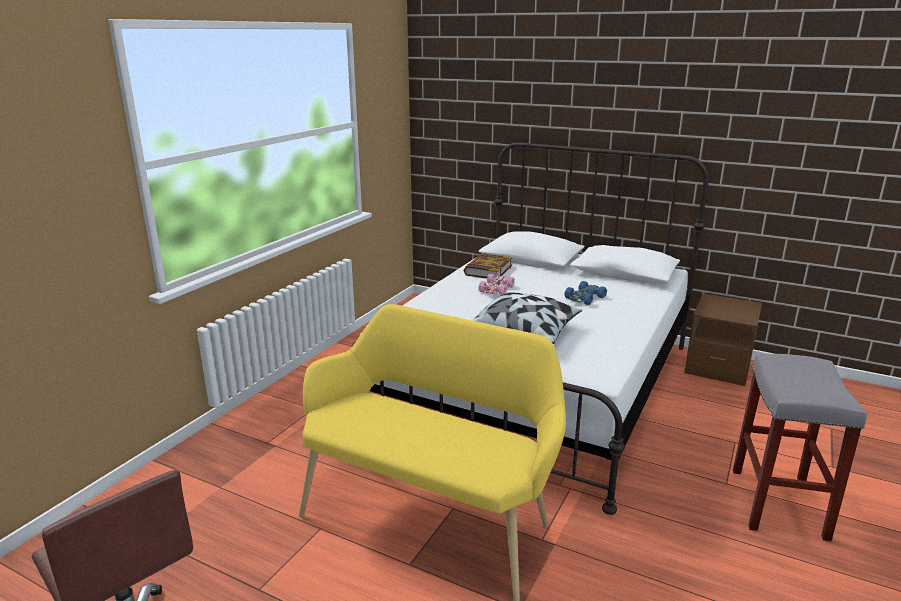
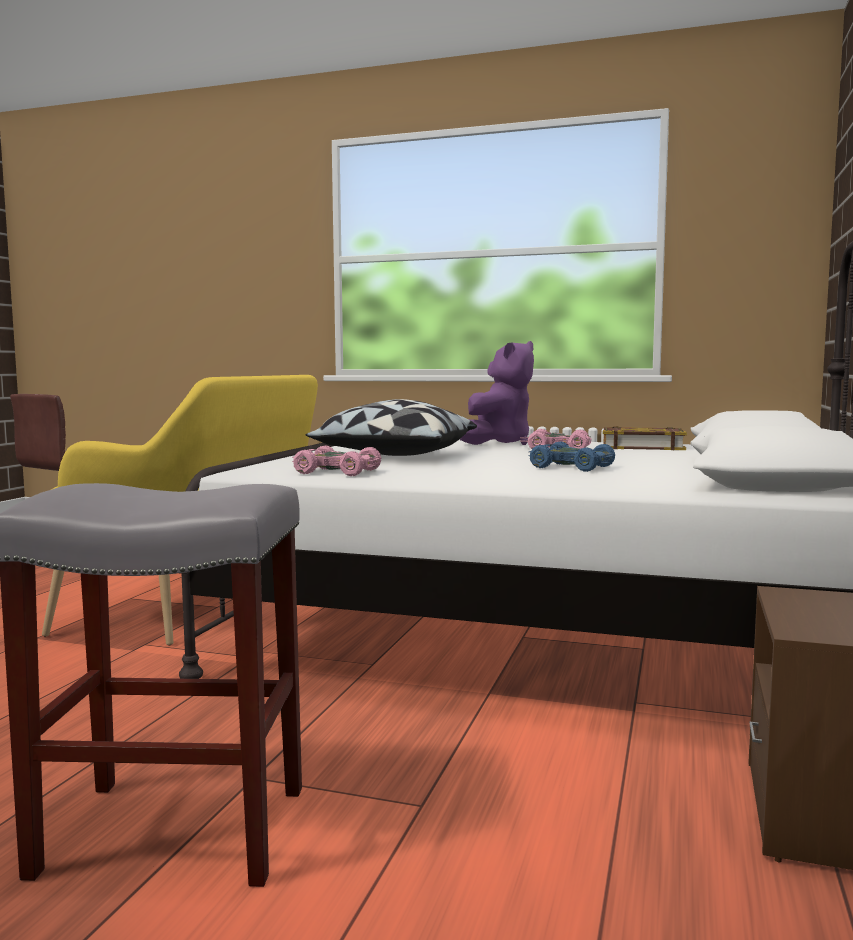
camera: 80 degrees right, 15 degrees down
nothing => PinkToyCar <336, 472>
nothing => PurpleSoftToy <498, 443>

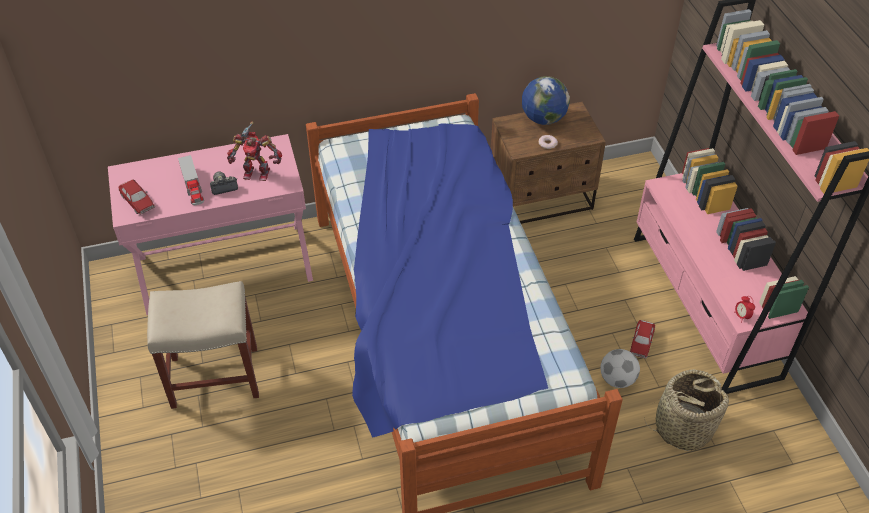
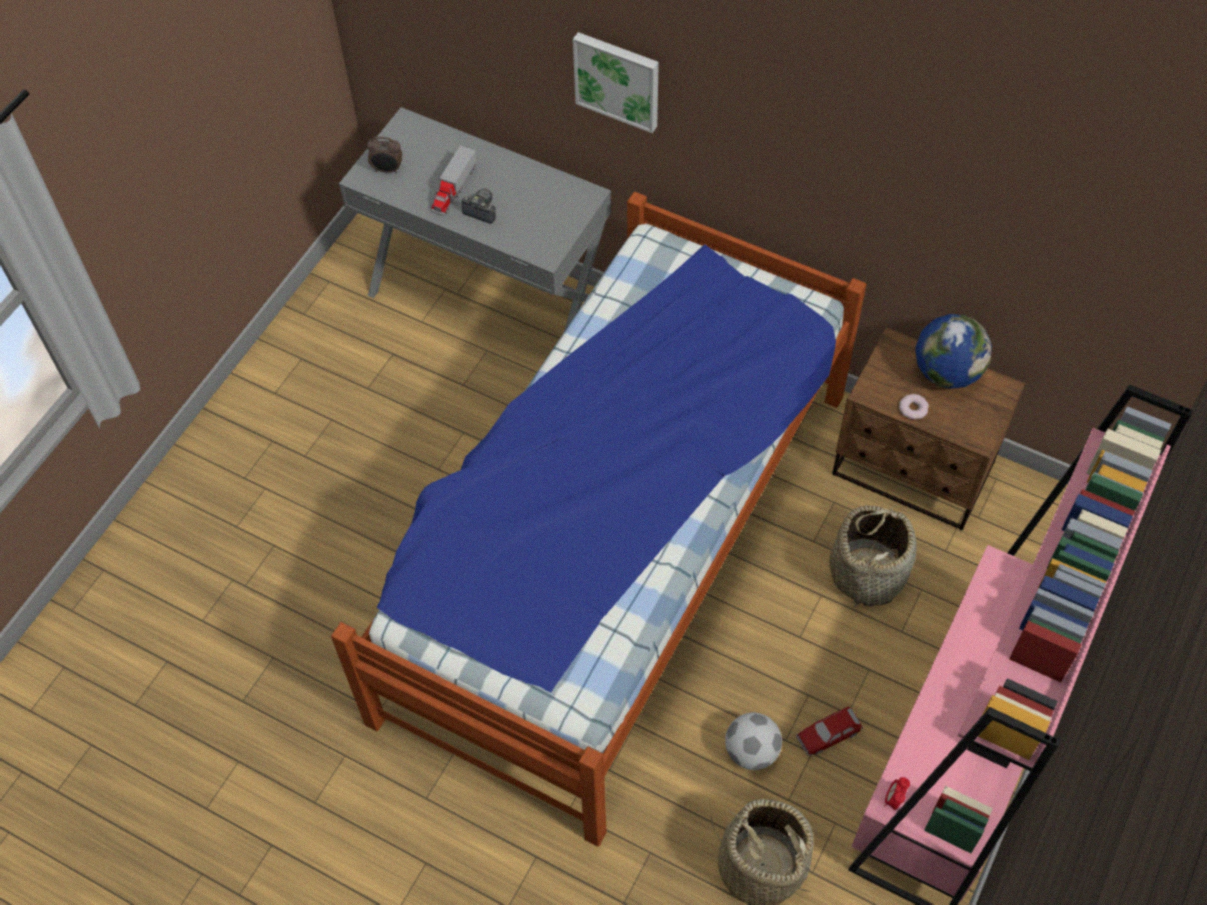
camera: 45 degrees right, 10 degrees up
SandColouredStoolSeat <213, 377> => nothing
ModelRobot <257, 172> => nothing
nothing => WallArt <618, 79>
nothing => HouseholdBasket <868, 573>
ToyCar <138, 201> => TableClock <387, 170>
PinkDesk <225, 267> => GreyishDesk <489, 296>

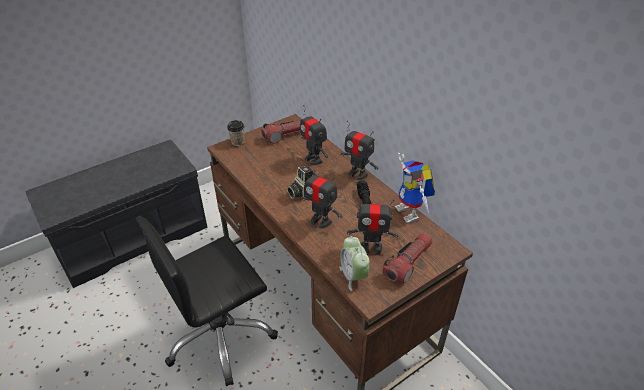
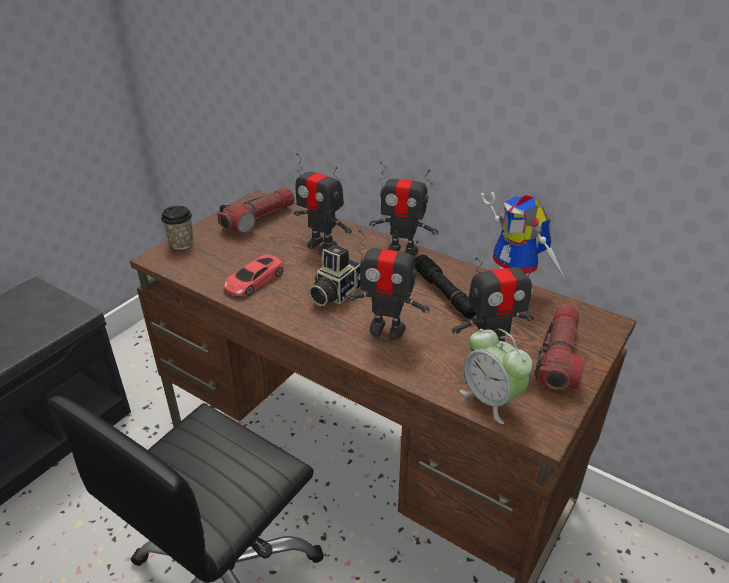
camera: 20 degrees left, 5 degrees down
nothing => RedColouredToyCar <254, 280>

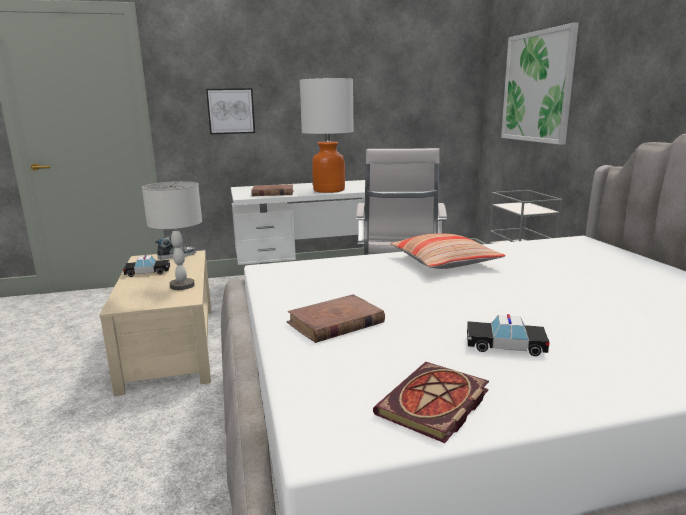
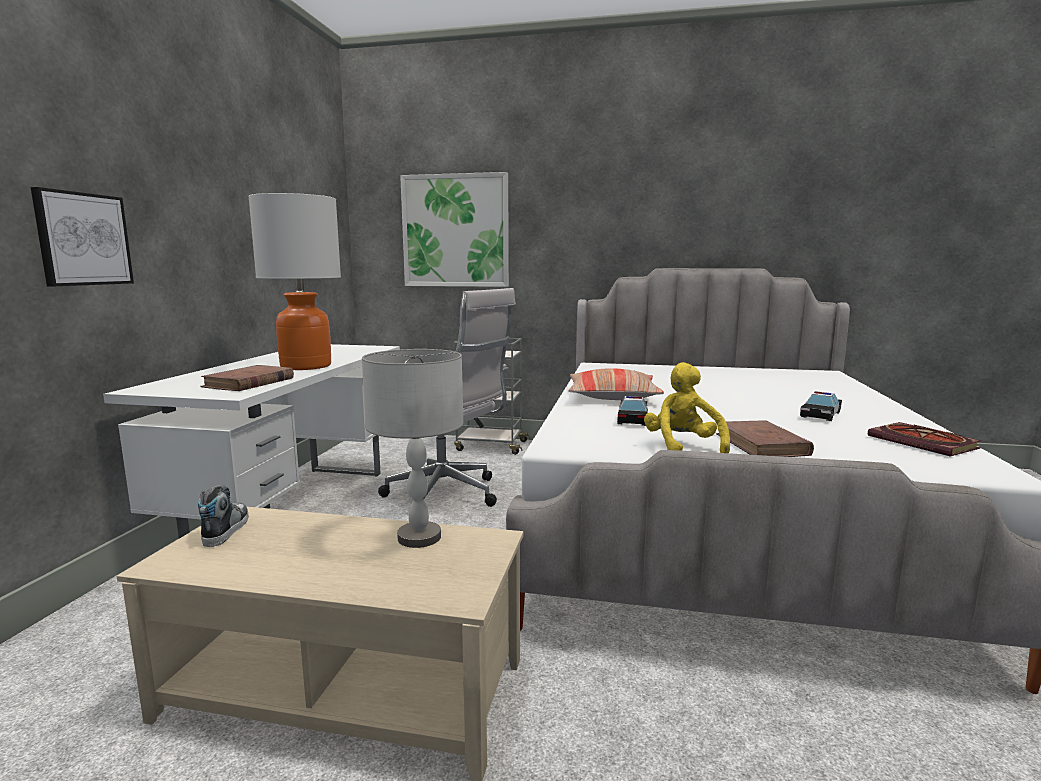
camera: 65 degrees left, 5 degrees down
nothing => YellowishSoftToy <683, 447>
ToyCar <147, 272> => ToyCar <632, 419>, move

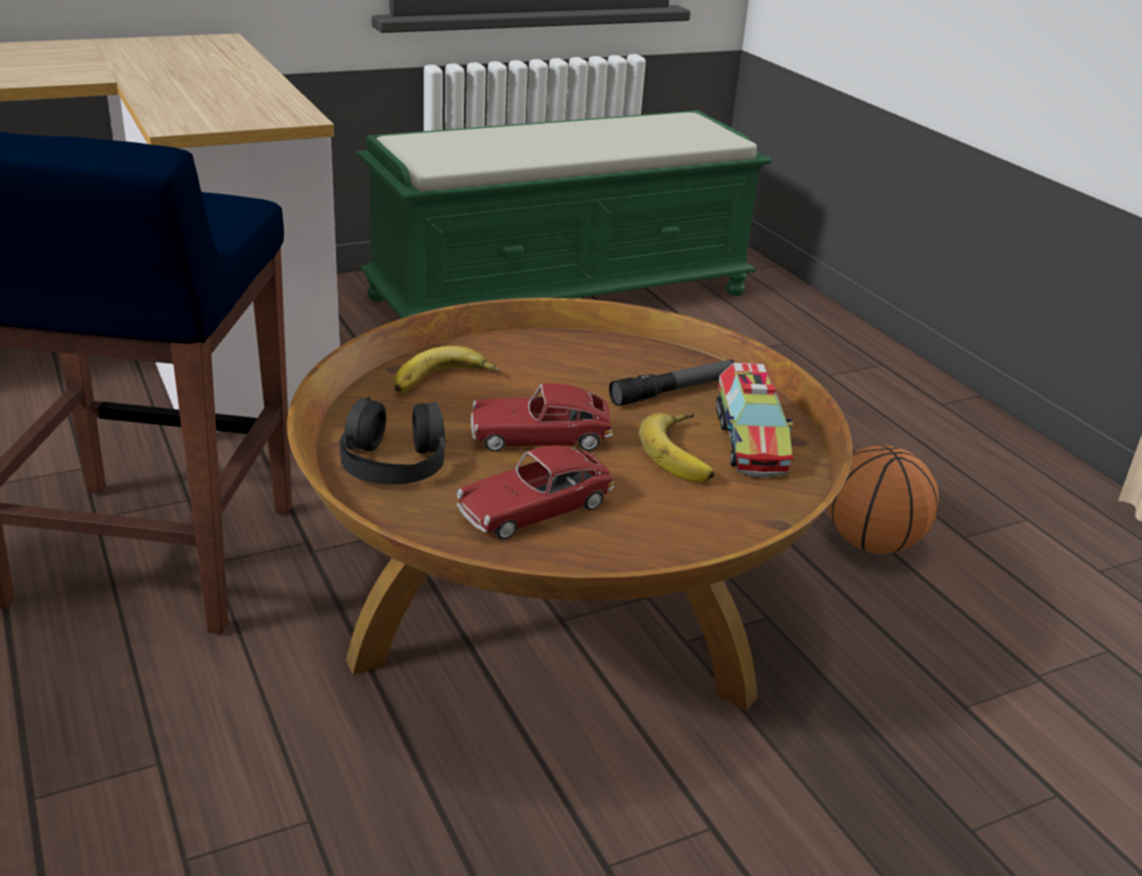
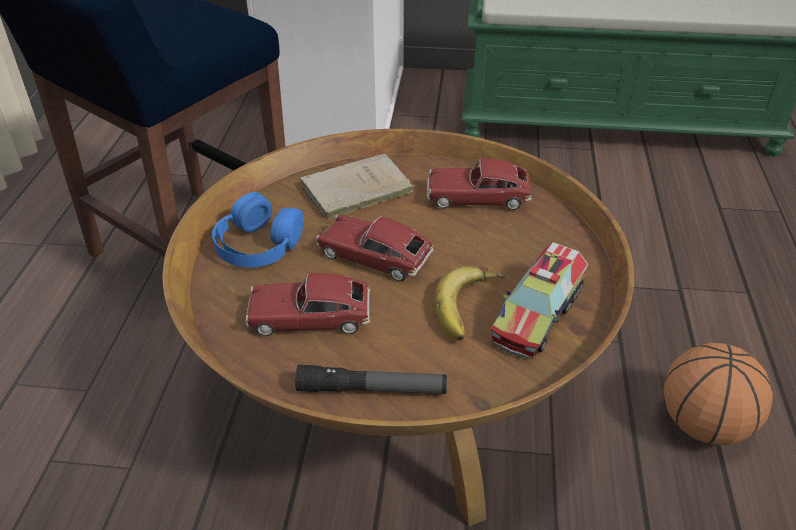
camera: 35 degrees right, 10 degrees up
nothing => ToyCar <477, 197>
Flashlight <674, 391> => Flashlight <372, 389>, move
Banana <444, 382> => SandColouredVolume <353, 190>
BlackishHeadphones <394, 460> => BluishHeadphones <258, 244>

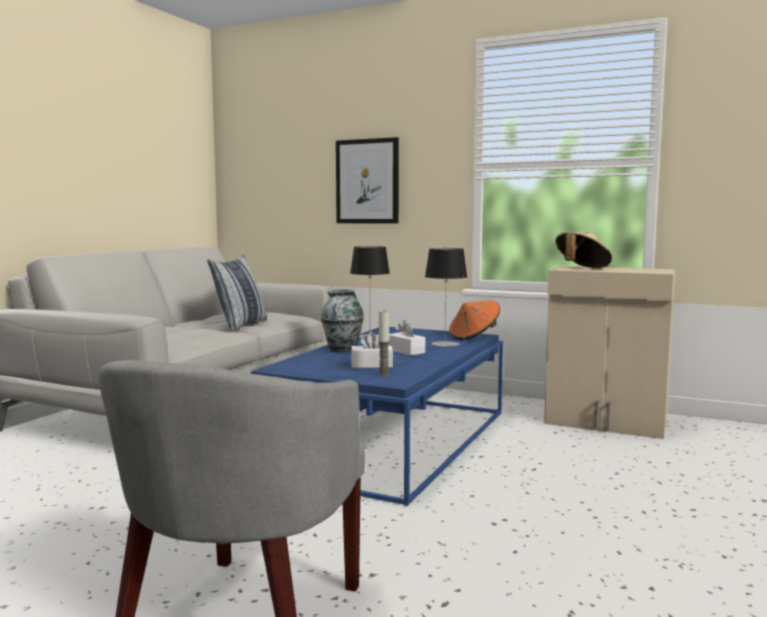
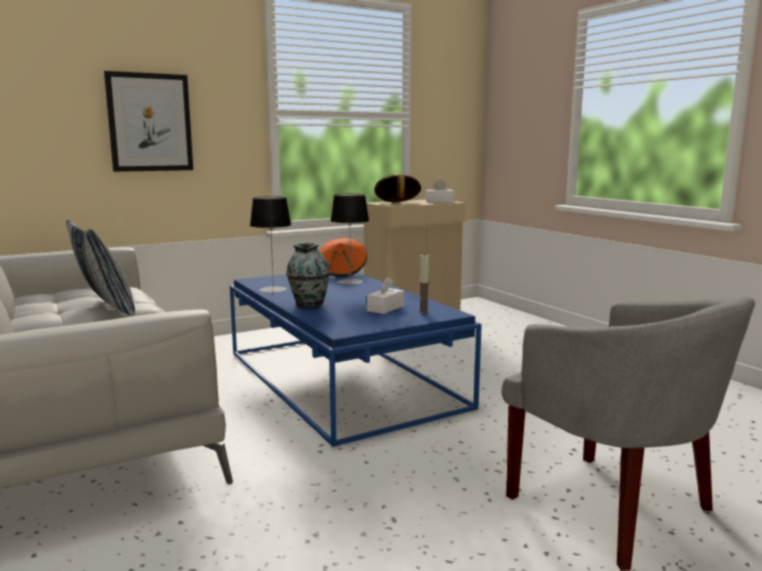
camera: 55 degrees left, 5 degrees up
WhiteBoxOfTissues <405, 351> => WhiteBoxOfTissues <439, 201>, move

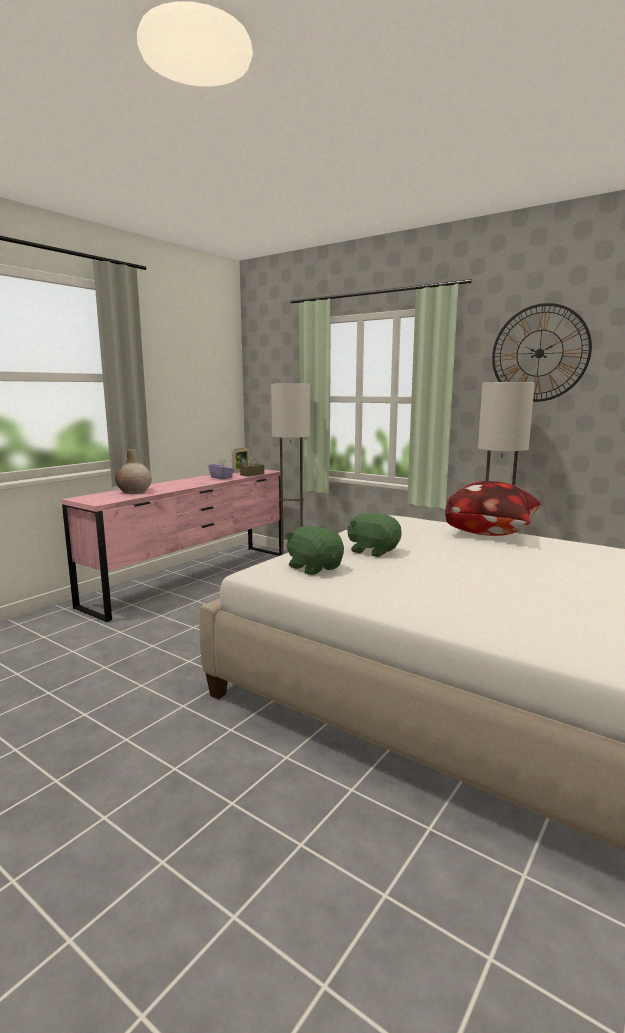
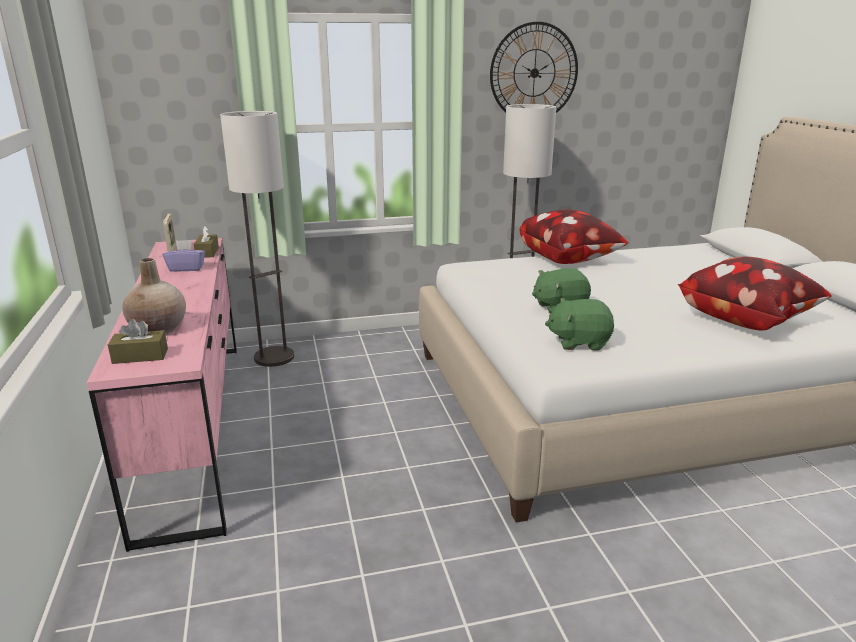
camera: 50 degrees left, 10 degrees up
nothing => BrownColouredBoxOfTissues <140, 356>
nothing => Pillow <745, 320>

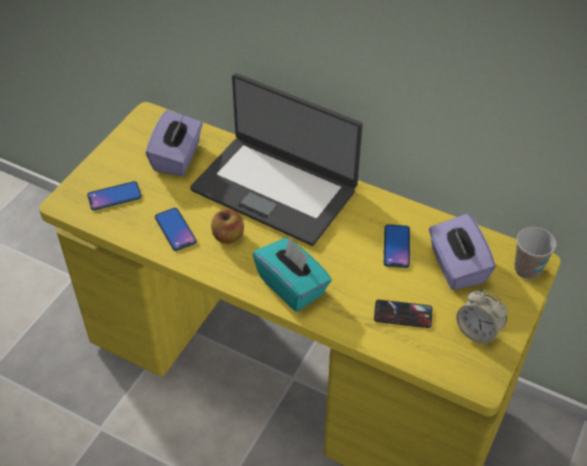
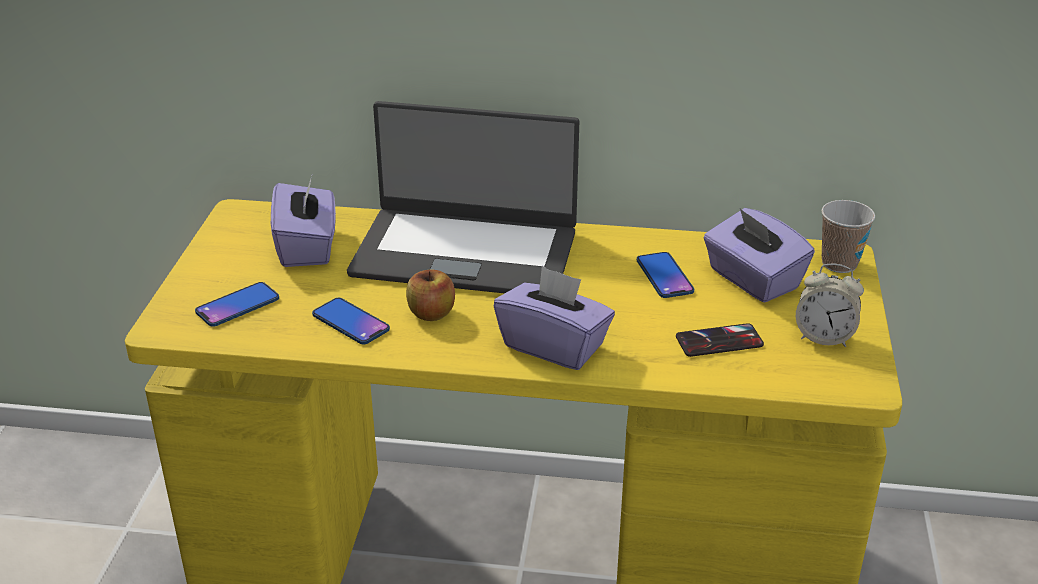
camera: 20 degrees left, 15 degrees down
TurquoiseBoxOfTissues <292, 286> => PurpleBoxOfTissues <554, 346>

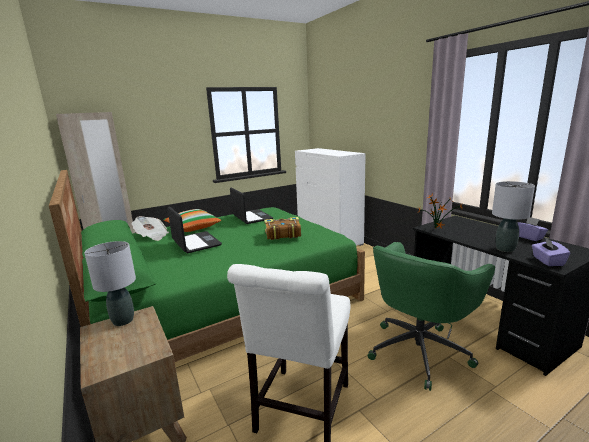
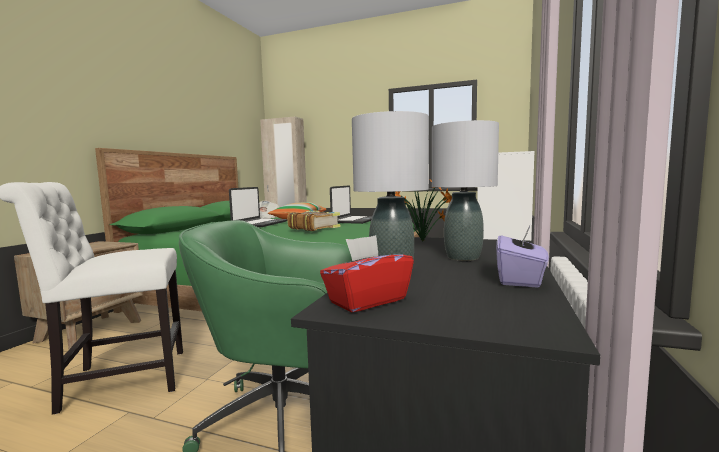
camera: 50 degrees right, 10 degrees down
GreyishTabletopLamp <123, 320> => GreyishTabletopLamp <462, 257>, move
PurpleBoxOfTissues <547, 261> => RedColouredBoxOfTissues <367, 301>

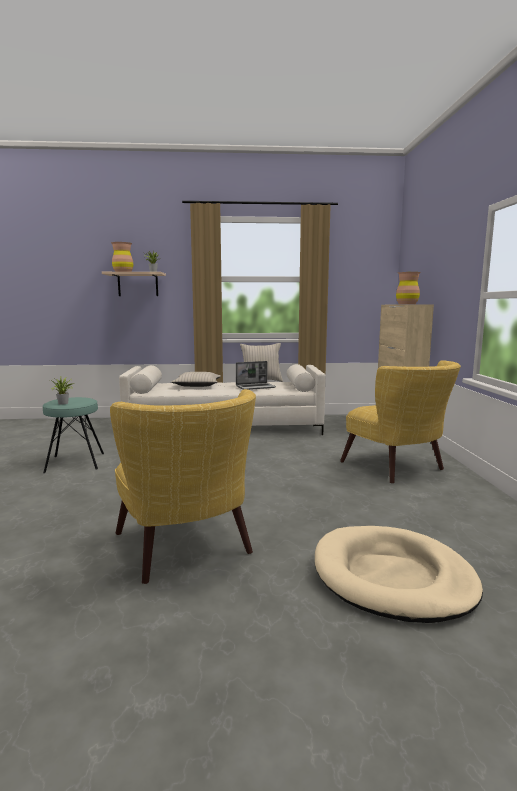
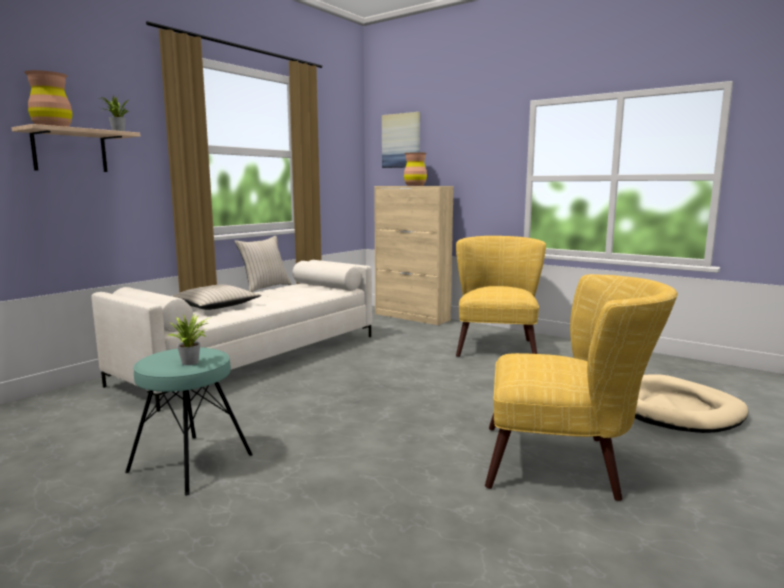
camera: 50 degrees left, 0 degrees up
NotebookComputer <256, 387> => nothing
nothing => WallArt <401, 141>
YellowishArmchair <399, 469> => YellowishArmchair <496, 345>, 90 degrees counterclockwise

